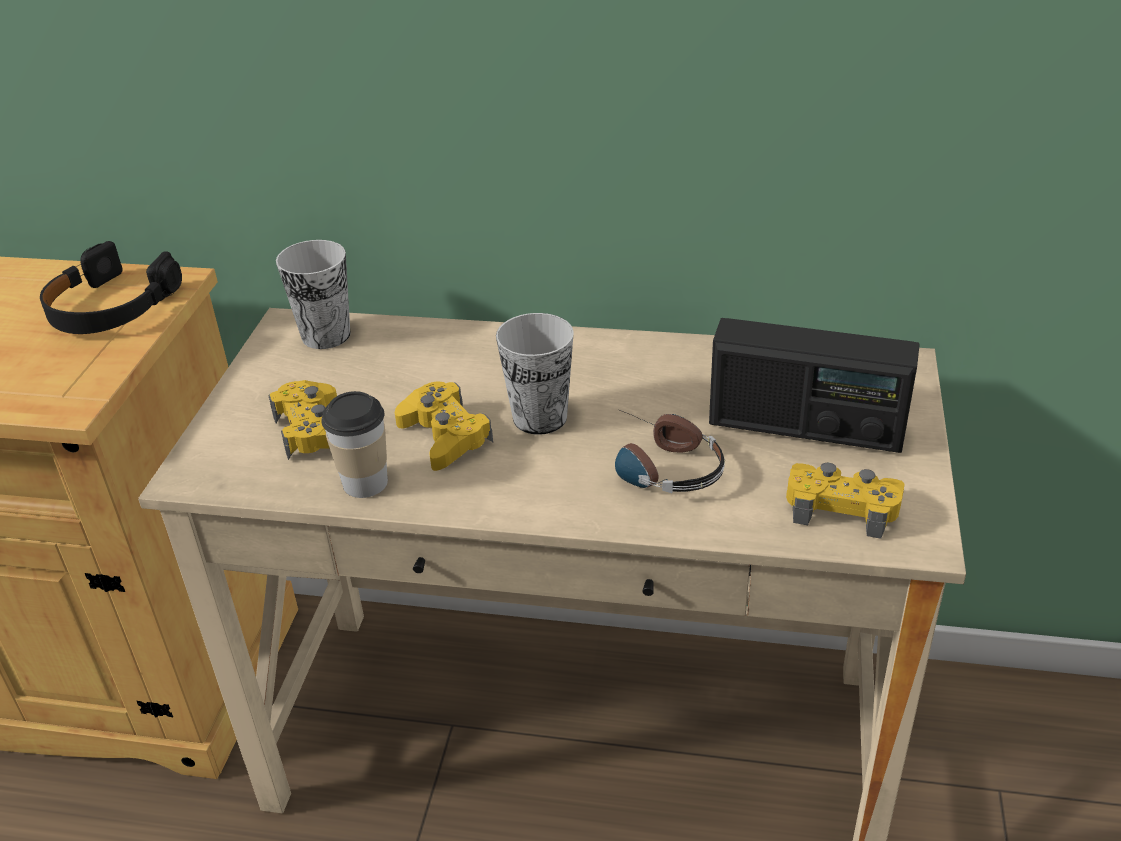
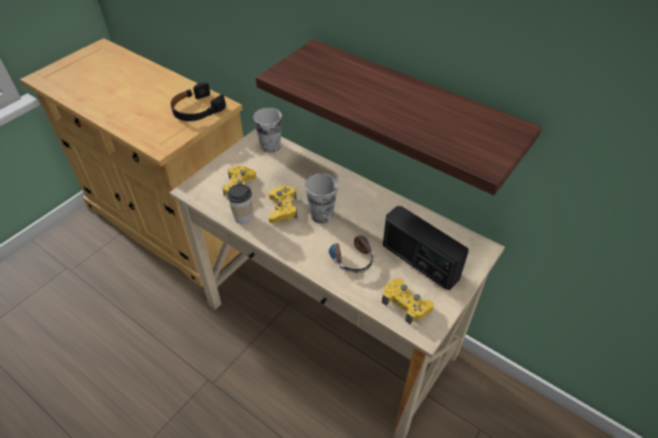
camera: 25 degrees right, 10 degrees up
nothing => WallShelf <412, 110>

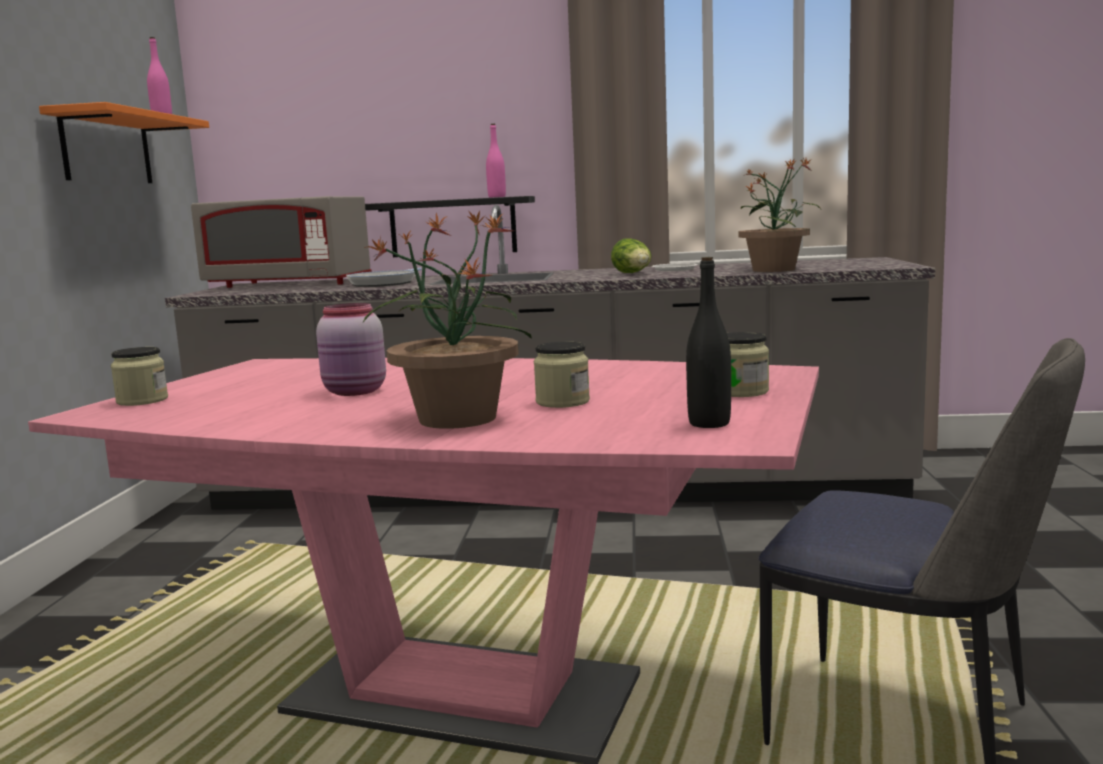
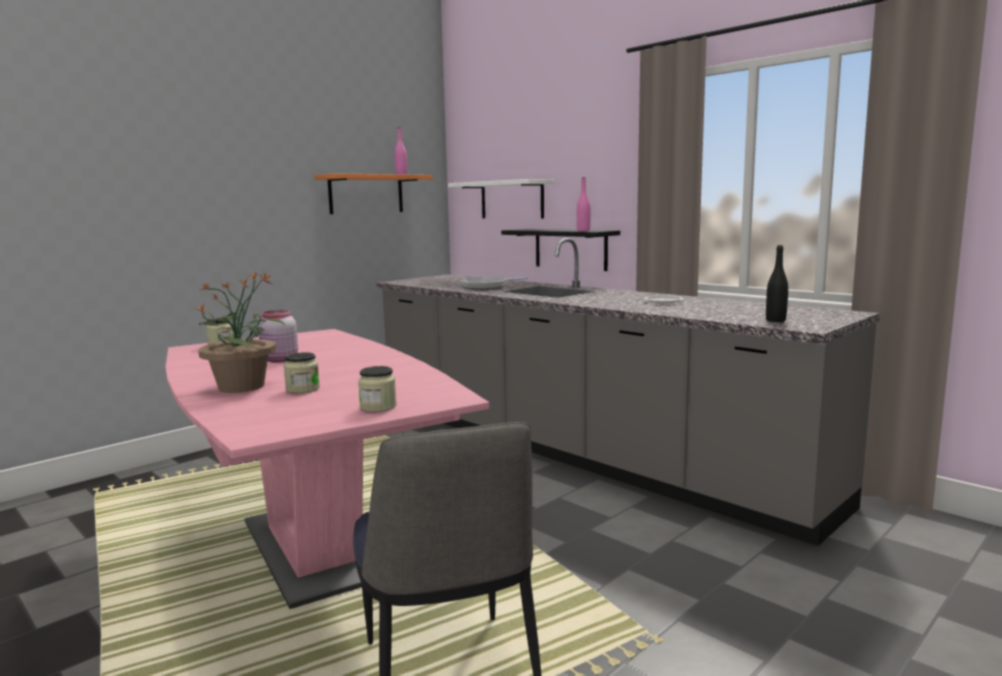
camera: 40 degrees right, 0 degrees up
GreyishMicrowave <289, 284> => nothing
LettuceHead <634, 273> => nothing
Houseplant <774, 270> => nothing
nothing => WhiteWallShelf <512, 200>
BlackishBottle <709, 423> => BlackishBottle <775, 320>, move

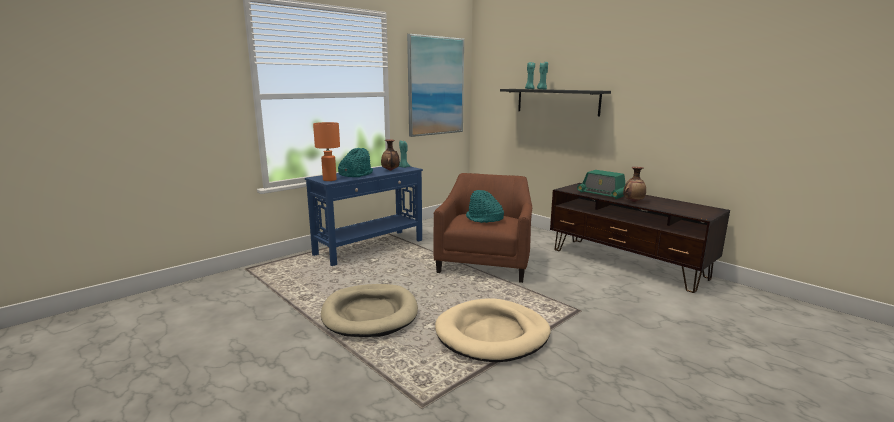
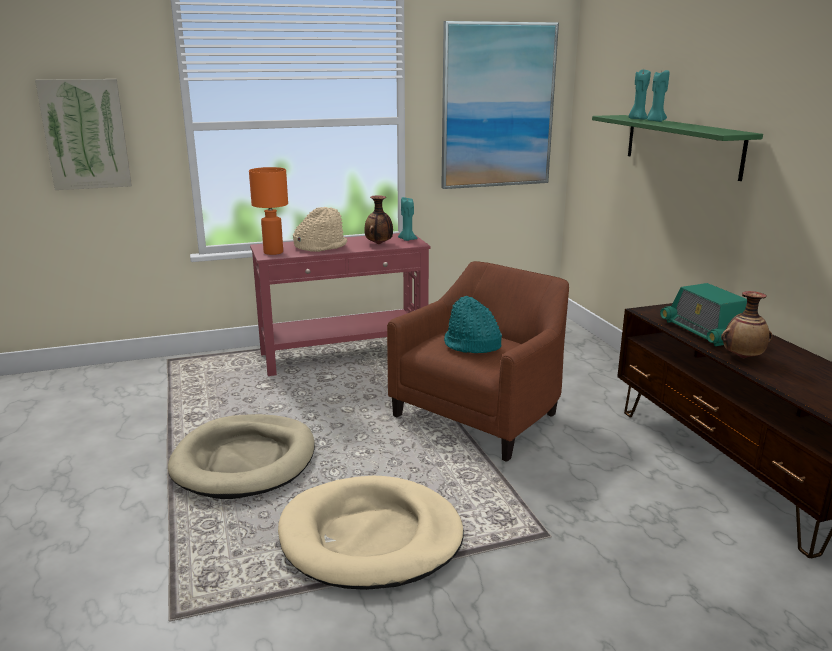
camera: 25 degrees right, 5 degrees up
nothing => WallArt <85, 134>
BluishConsoleTable <370, 247> => RedColouredConsoleTable <345, 355>
TurquoiseWearableHat <355, 174> => SandColouredWearableHat <320, 246>
BlackishWallShelf <557, 101> => GreenishWallShelf <682, 145>

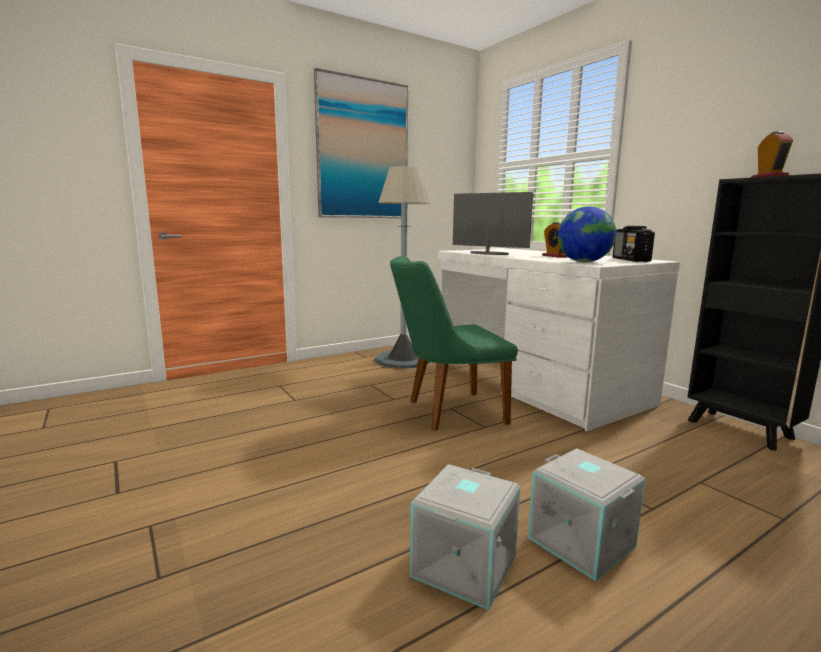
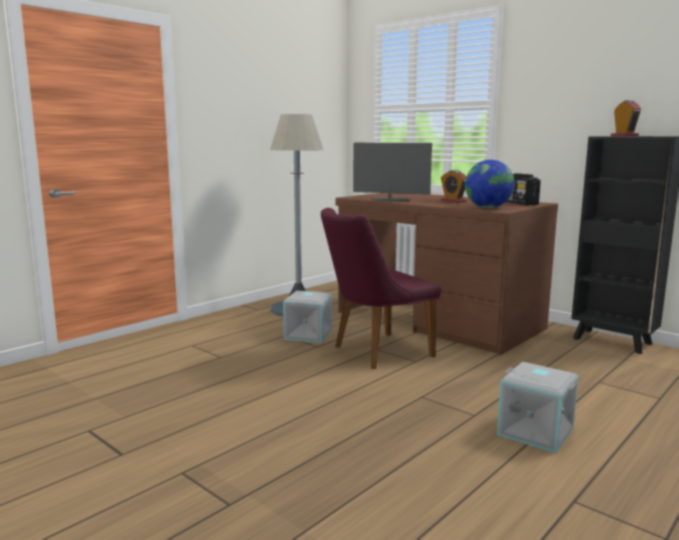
camera: 15 degrees left, 0 degrees up
WallArt <363, 149> => nothing
GreyishStorageBox <466, 567> => GreyishStorageBox <309, 335>, move
GreenishUprightChair <447, 411> => PurpleUprightChair <374, 352>
WhiteDesk <536, 384> => BrownColouredDesk <437, 320>

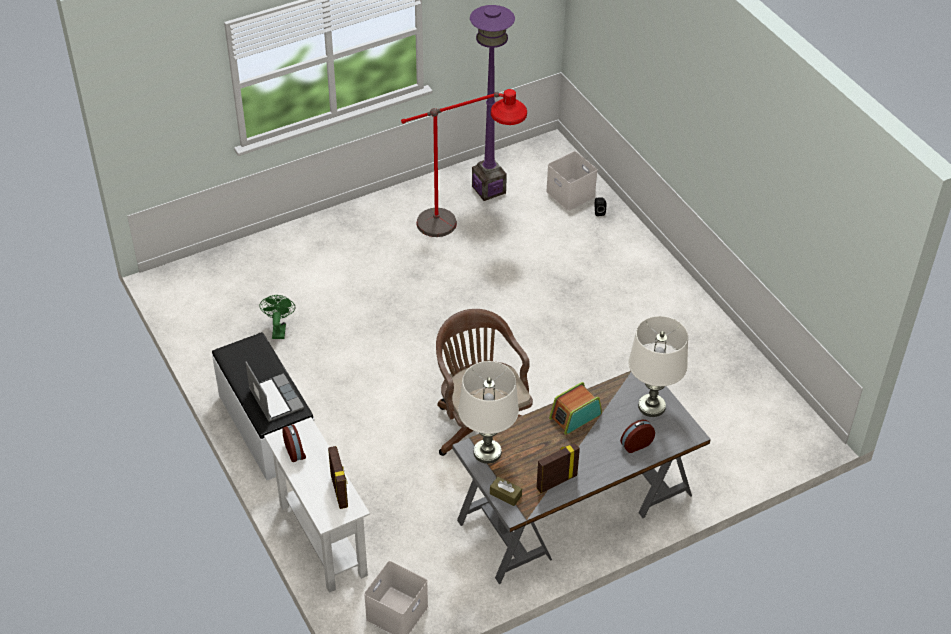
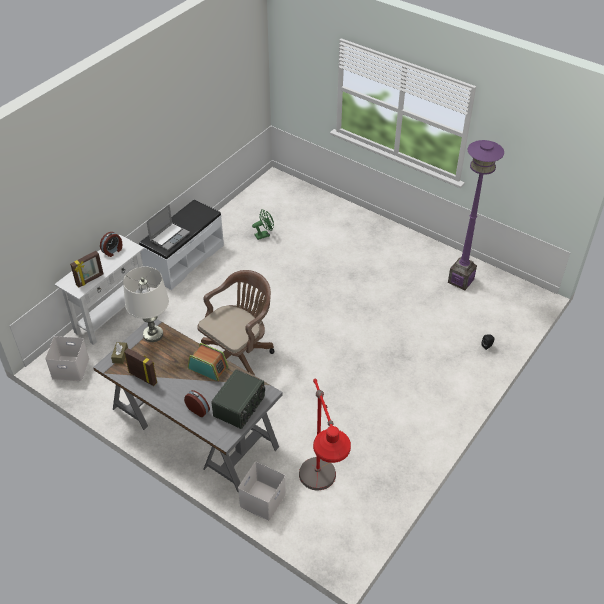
camera: 65 degrees right, 0 degrees up
RedColouredStandingLamp <464, 229> => RedColouredStandingLamp <321, 497>, move
WhiteStorageBox <571, 194> => WhiteStorageBox <263, 501>, move
WhiteTabletopLamp <651, 406> => RadioSet <240, 407>

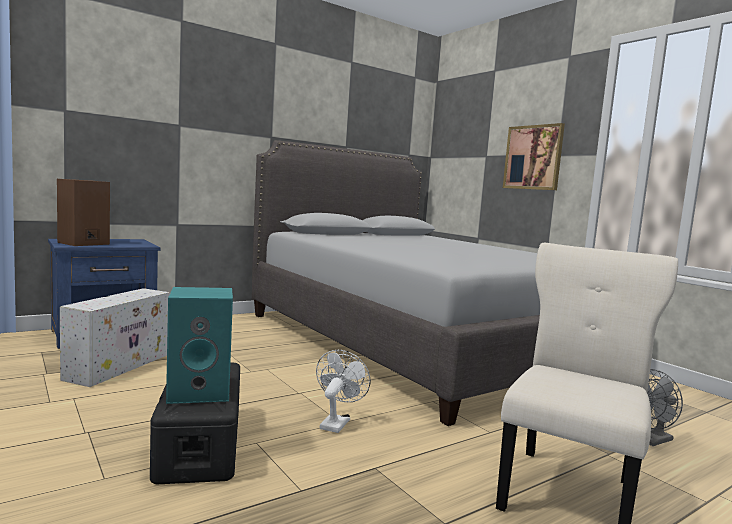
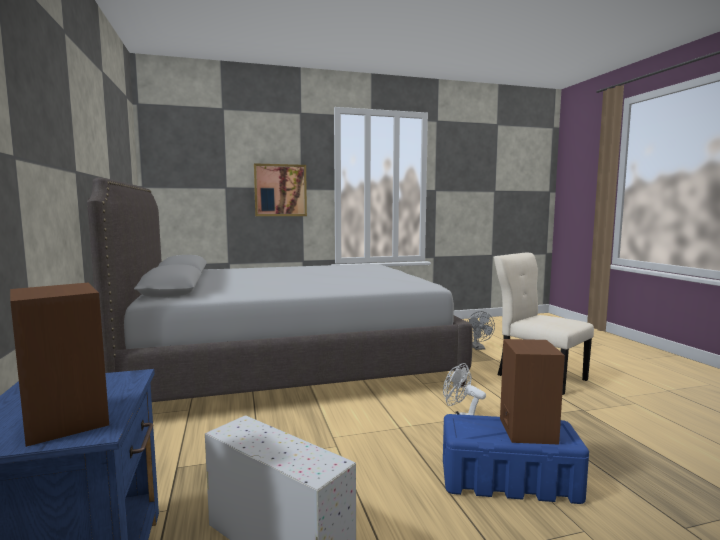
camera: 70 degrees left, 0 degrees up
BlackishStorageBox <199, 444> => BluishStorageBox <509, 480>
TurquoiseLoudspeaker <201, 391> => BrownColouredLoudspeaker <526, 430>

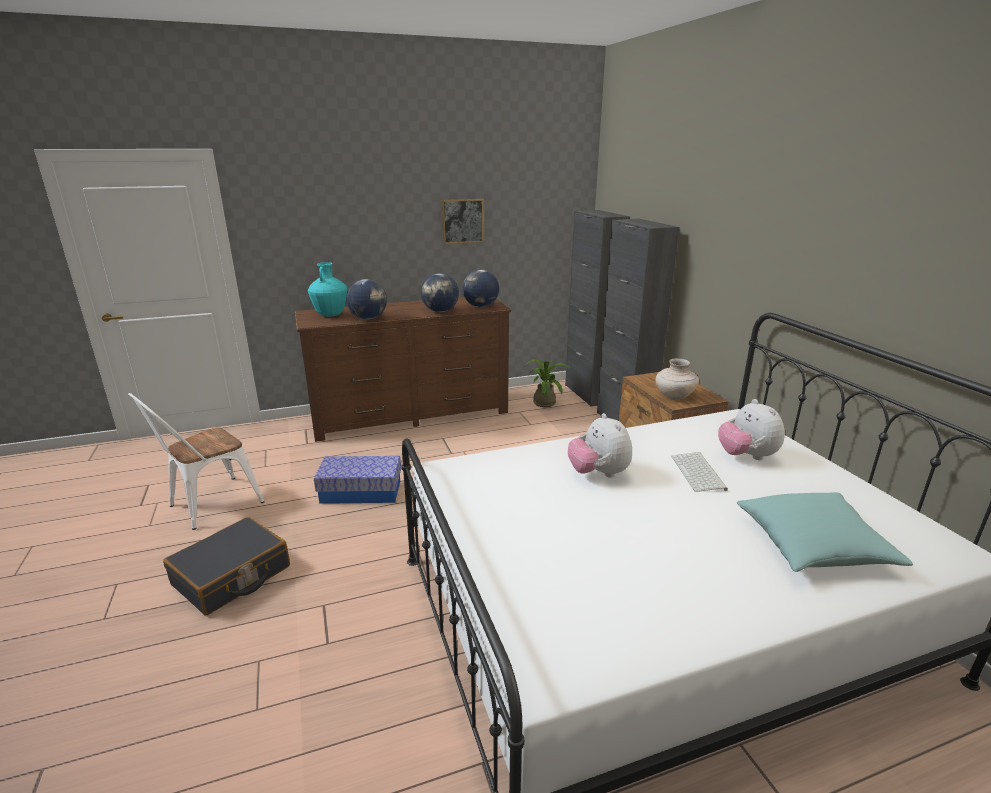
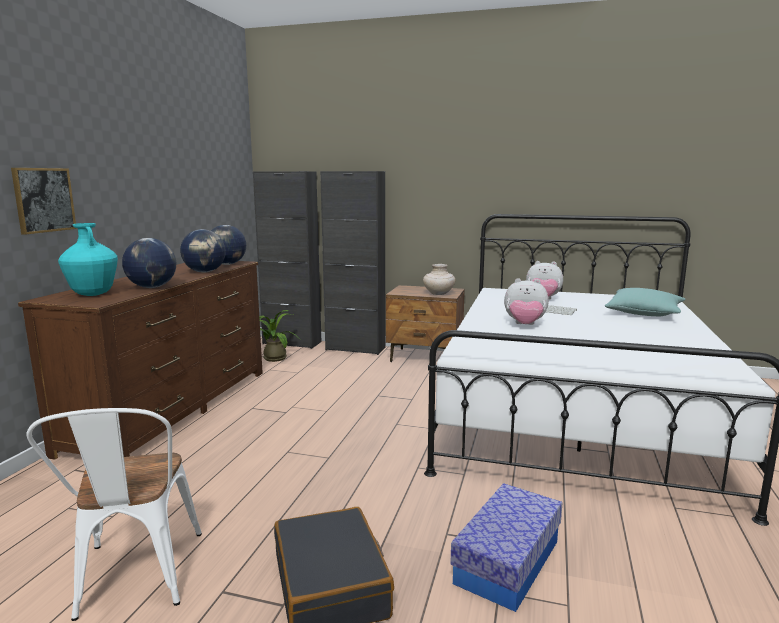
camera: 55 degrees left, 10 degrees down
StorageBox <361, 491> => StorageBox <507, 561>, move
WallArt <462, 221> => WallArt <44, 200>, move

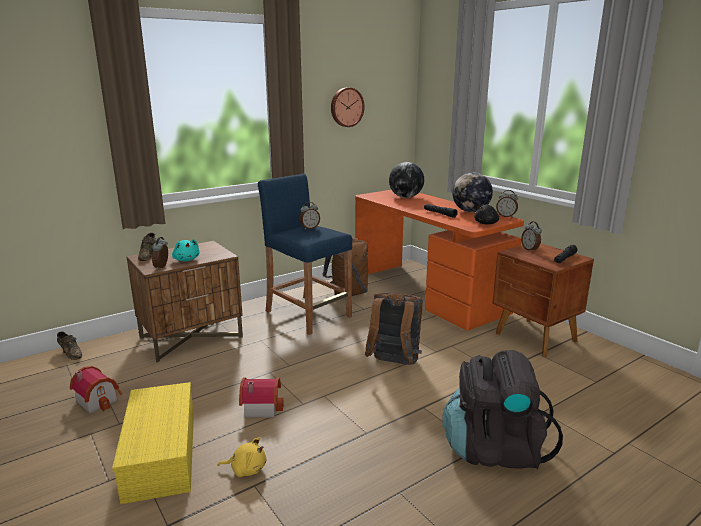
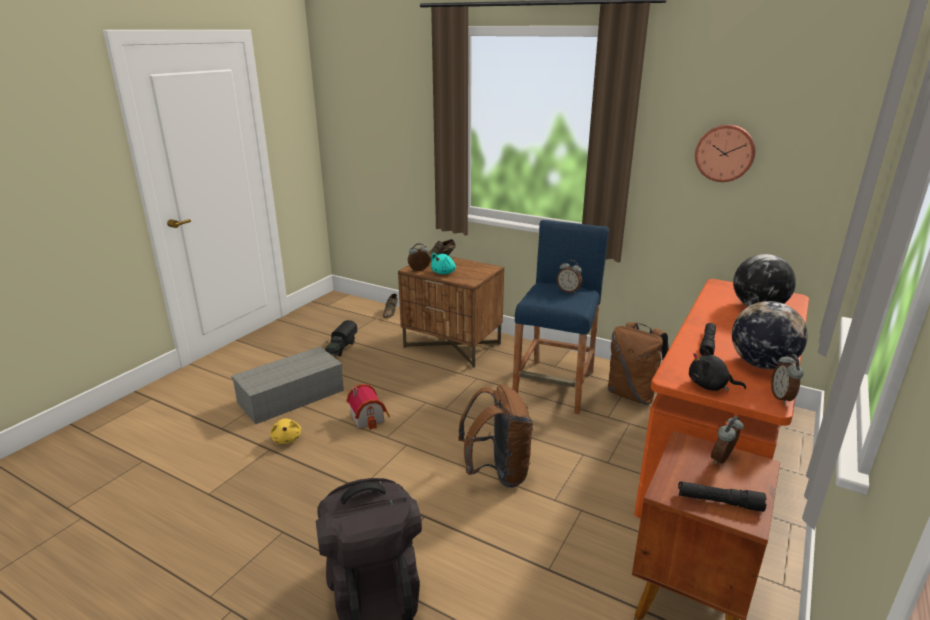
camera: 65 degrees right, 5 degrees up
ModelHouse <99, 399> => ToyLorry <341, 347>
YellowishStorageBox <162, 455> => GreyishStorageBox <290, 397>

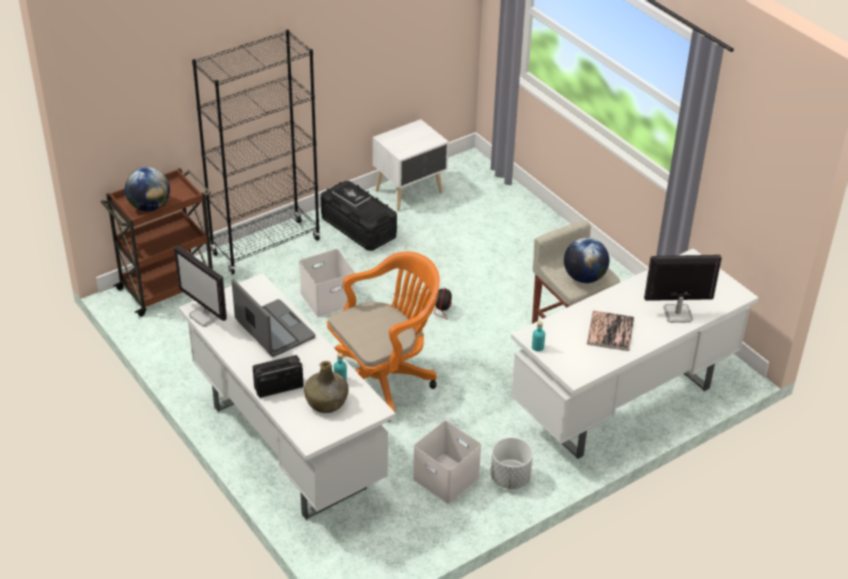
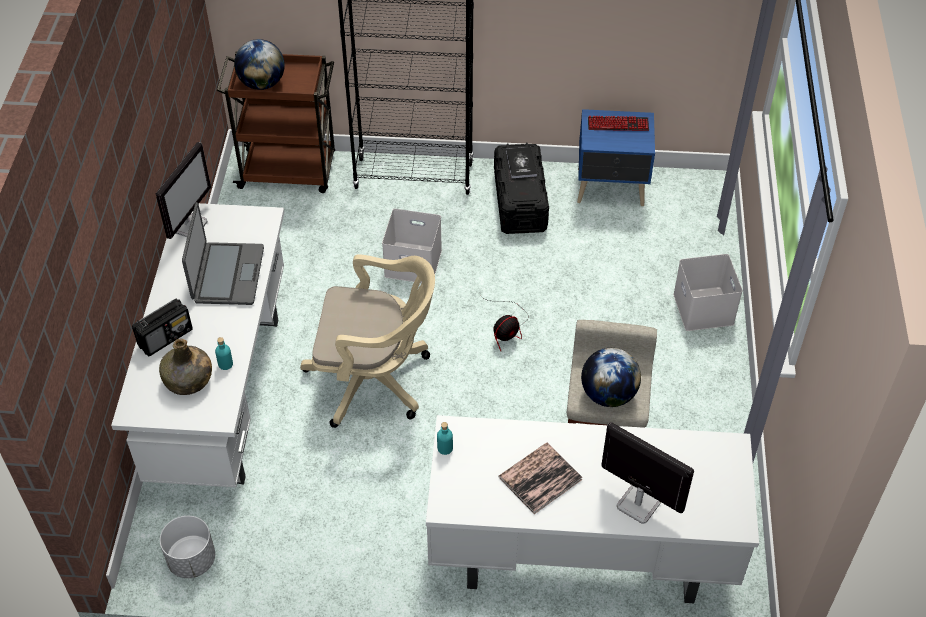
camera: 40 degrees right, 10 degrees up
nothing => Keyboard <618, 124>
WhiteStorageBox <447, 478> => WhiteStorageBox <705, 309>, move
WhitePlantPot <510, 478> => WhitePlantPot <191, 560>, move
OrangeComputerChair <384, 380> => SandColouredComputerChair <375, 380>
WhiteNightstand <410, 192> => BluishNightstand <611, 188>
ComputerScreen <206, 316> => ComputerScreen <189, 225>, 150 degrees counterclockwise
RadioSet <278, 387> => RadioSet <166, 337>, 120 degrees clockwise

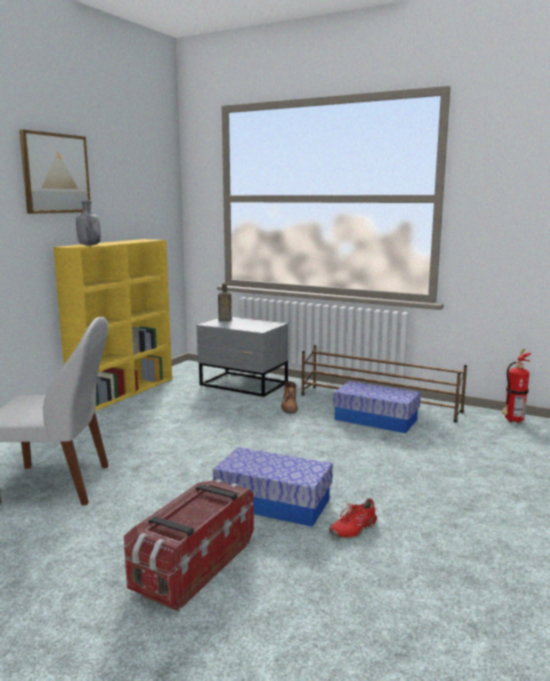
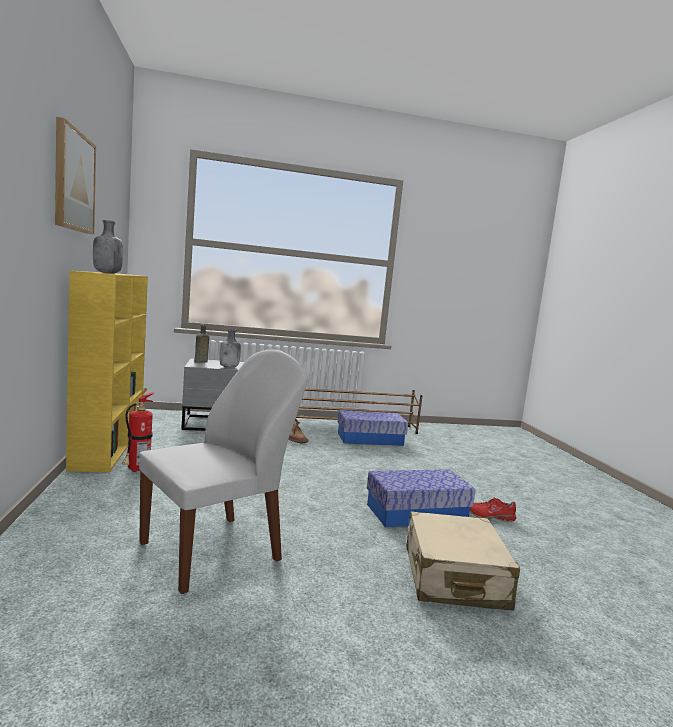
camera: 40 degrees left, 5 degrees down
nothing => GreyishBottle <229, 367>
Extinguisher <512, 421> => Extinguisher <136, 470>, move
StorageBox <192, 565> => SandColouredTravelCase <453, 577>
RedColouredItemOfFootwear <353, 528> => RedColouredItemOfFootwear <490, 516>, 90 degrees clockwise

